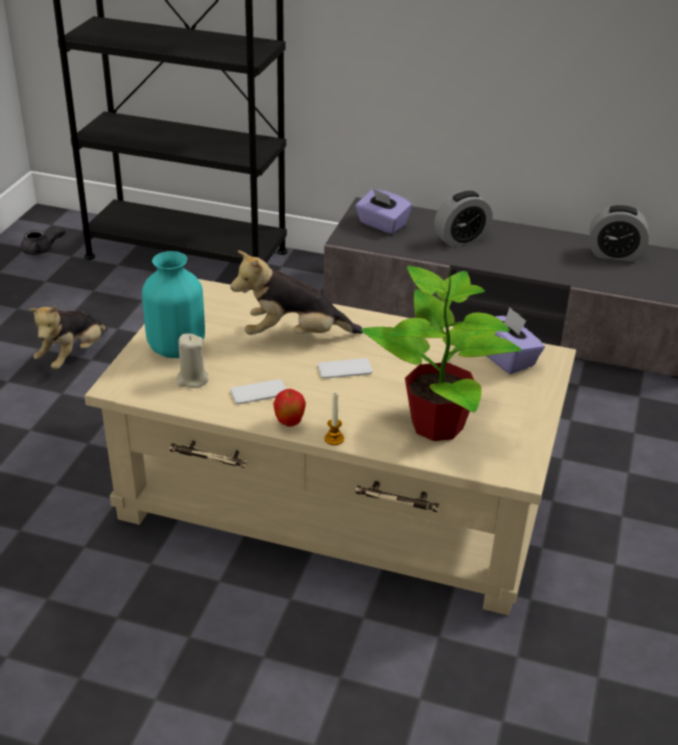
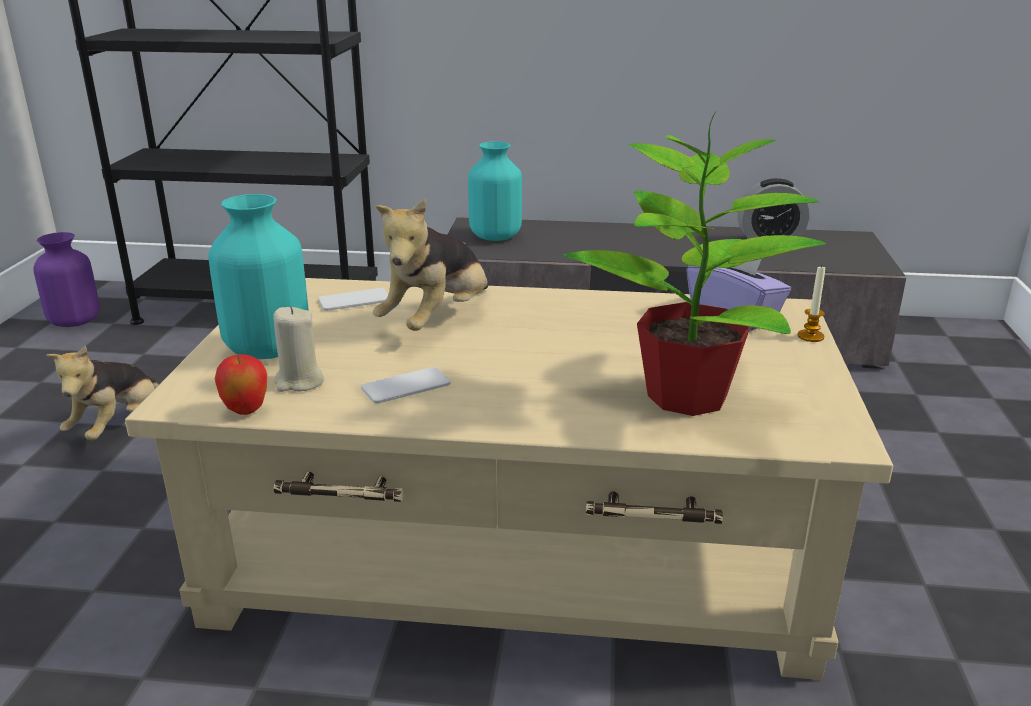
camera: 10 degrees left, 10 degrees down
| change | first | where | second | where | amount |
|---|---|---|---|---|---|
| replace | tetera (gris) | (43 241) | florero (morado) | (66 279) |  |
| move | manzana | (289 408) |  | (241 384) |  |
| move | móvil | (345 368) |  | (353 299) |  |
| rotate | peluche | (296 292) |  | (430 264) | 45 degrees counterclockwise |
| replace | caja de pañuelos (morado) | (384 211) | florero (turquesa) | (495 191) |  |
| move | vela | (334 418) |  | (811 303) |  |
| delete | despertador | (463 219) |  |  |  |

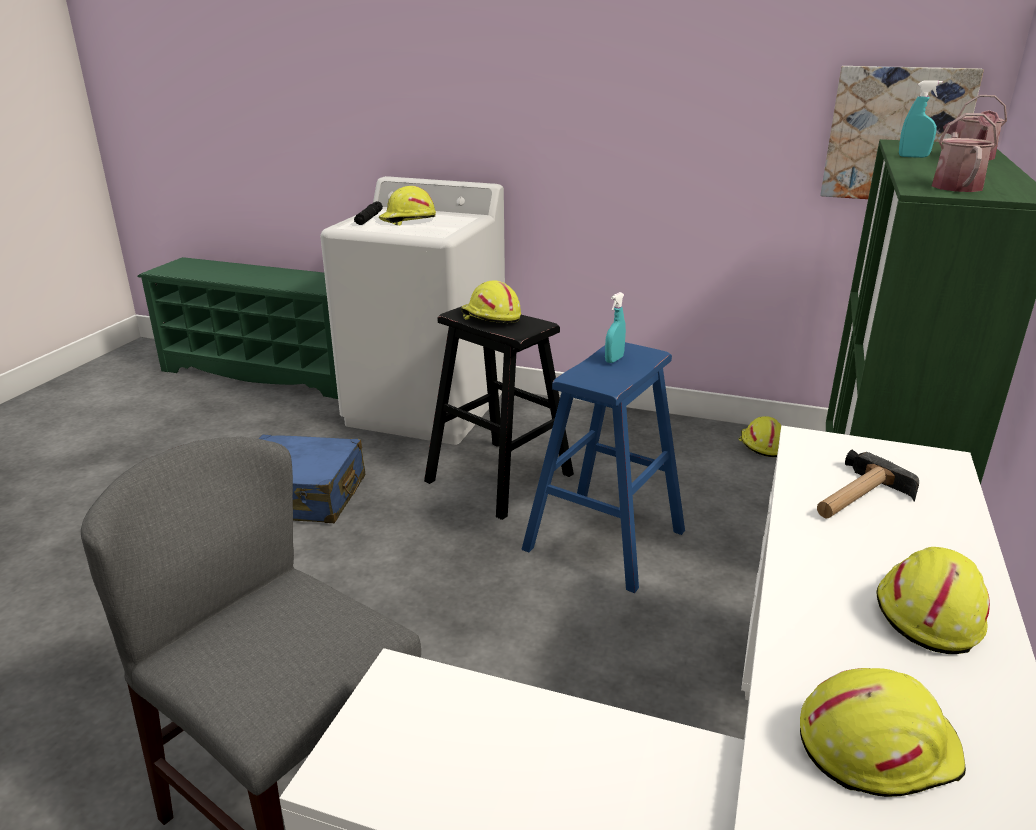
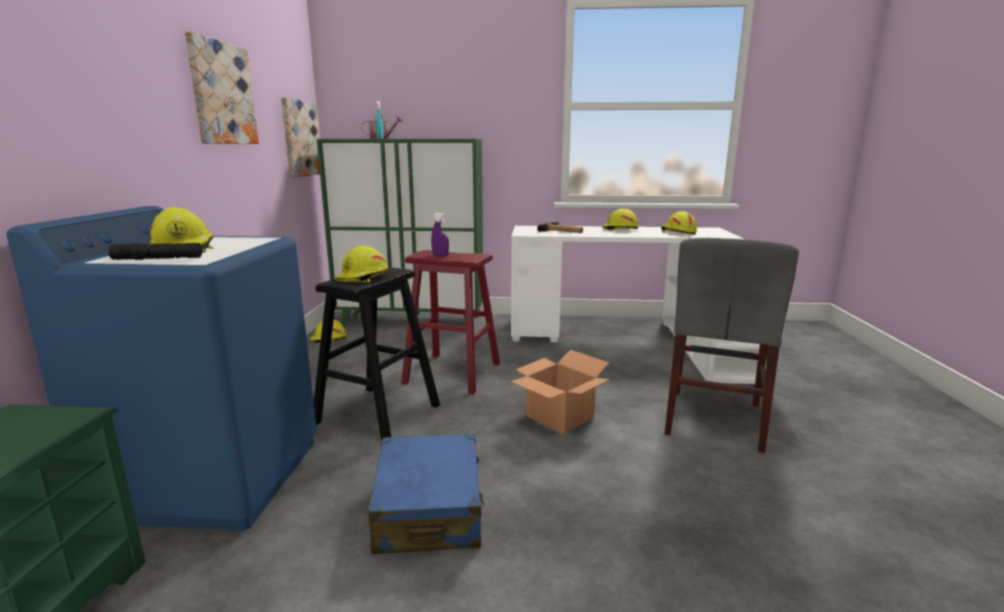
camera: 105 degrees left, 10 degrees down
| change | first | where | second | where | amount |
|---|---|---|---|---|---|
| recolor | lavadora (blanco) | (412 310) | lavadora (azul) | (161 368) |  |
| insert |  |  | cuadro | (222 88) |  |
| recolor | taburete (azul) | (603 467) | taburete (rojo) | (450 322) |  |
| recolor | pulverizador (turquesa) | (615 327) | pulverizador (morado) | (440 234) |  |
| insert |  |  | caja de cartón | (560 392) |  |
| delete | regadera | (965 152) |  |  |  |

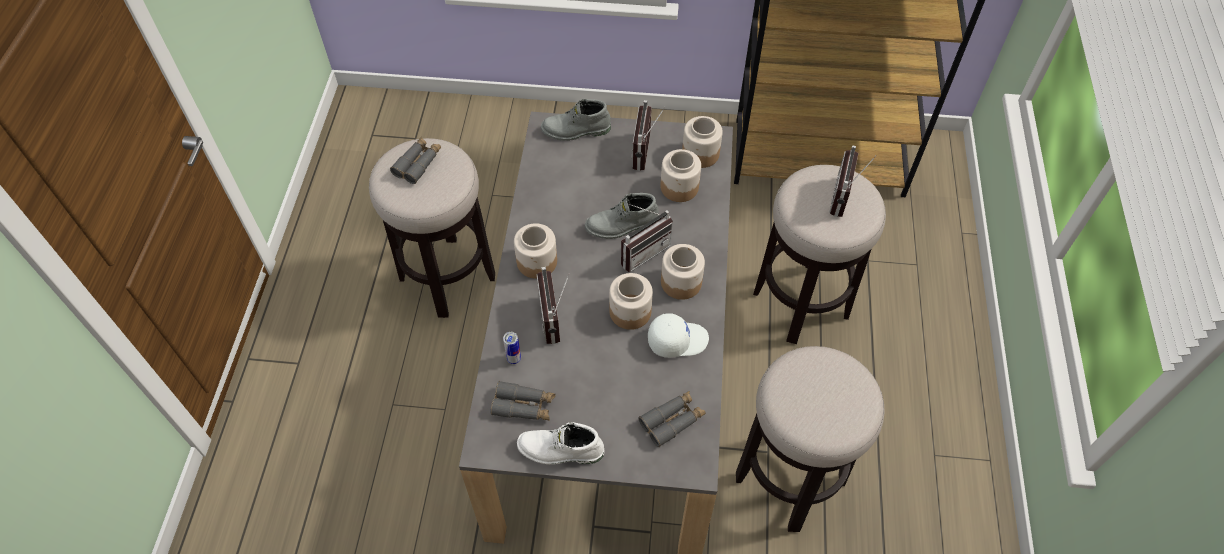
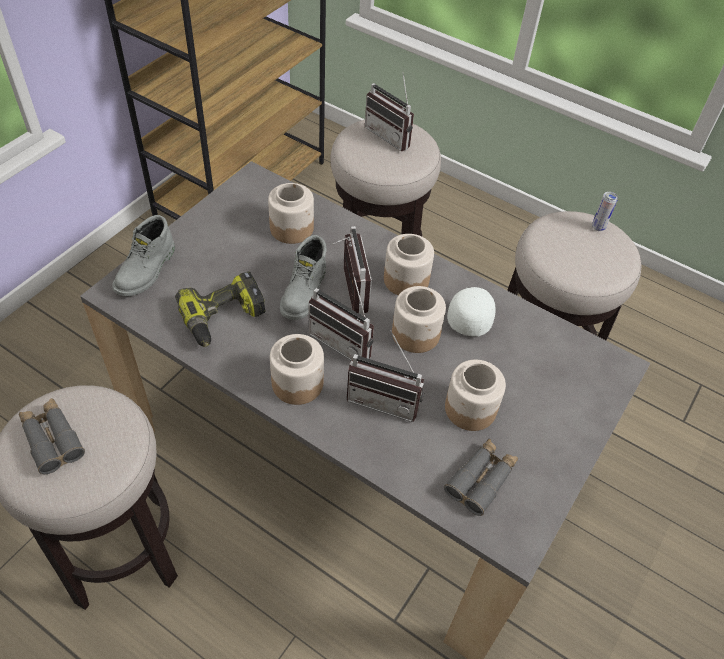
camera: 65 degrees left, 5 degrees down
| change | first | where | second | where | amount |
|---|---|---|---|---|---|
| insert |  |  | taladro | (220 309) |  |
| move | radio | (648 135) |  | (341 317) |  |
| move | tarro | (702 142) |  | (475 395) |  |
| move | lata | (512 348) |  | (605 211) |  |
| delete | bota (blanco) | (560 443) |  |  |  |
| delete | prismáticos (gris) | (672 419) |  |  |  |

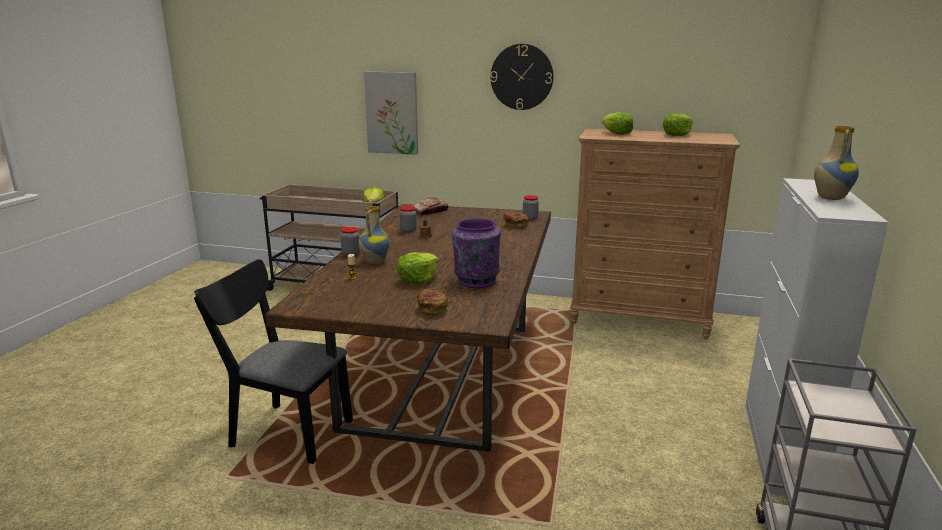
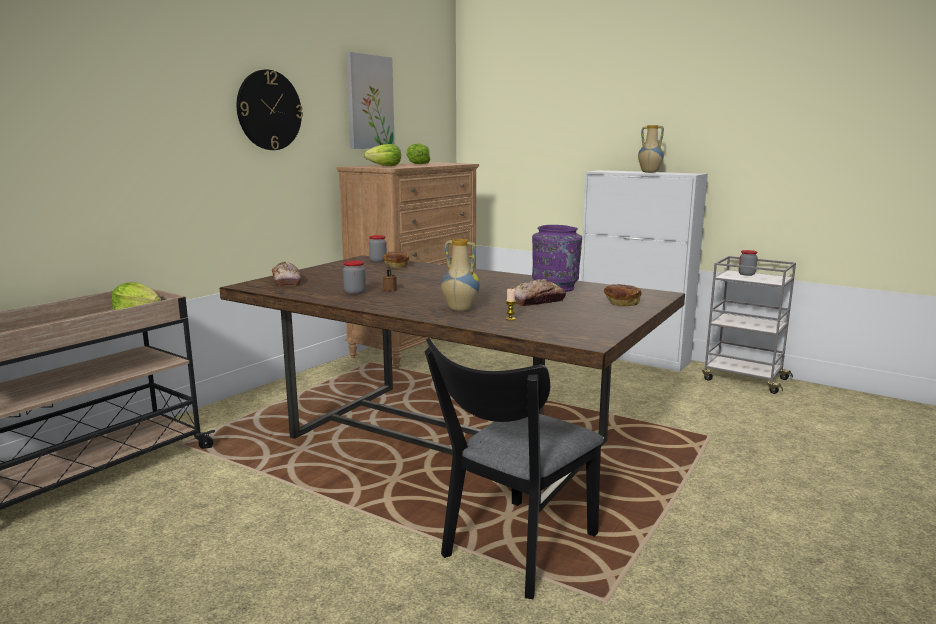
camera: 70 degrees left, 5 degrees down
| change | first | where | second | where | amount |
|---|---|---|---|---|---|
| move | cuadro | (391 113) |  | (370 100) |  |
| replace | lechuga | (418 268) | pan | (540 292) |  |
| move | tarro | (350 242) |  | (748 263) |  |

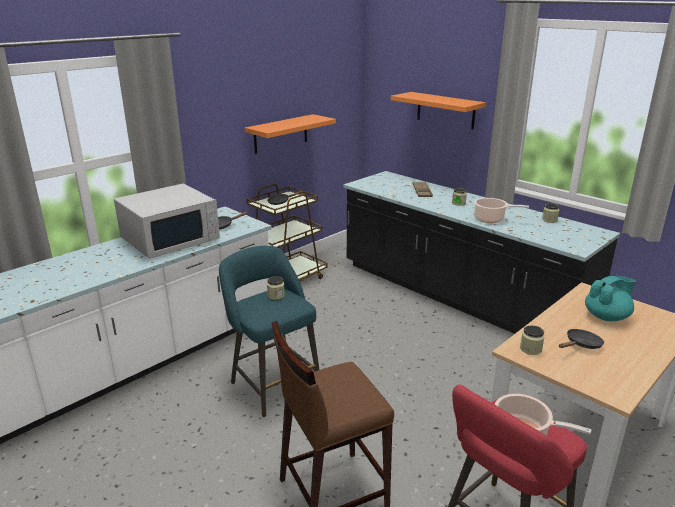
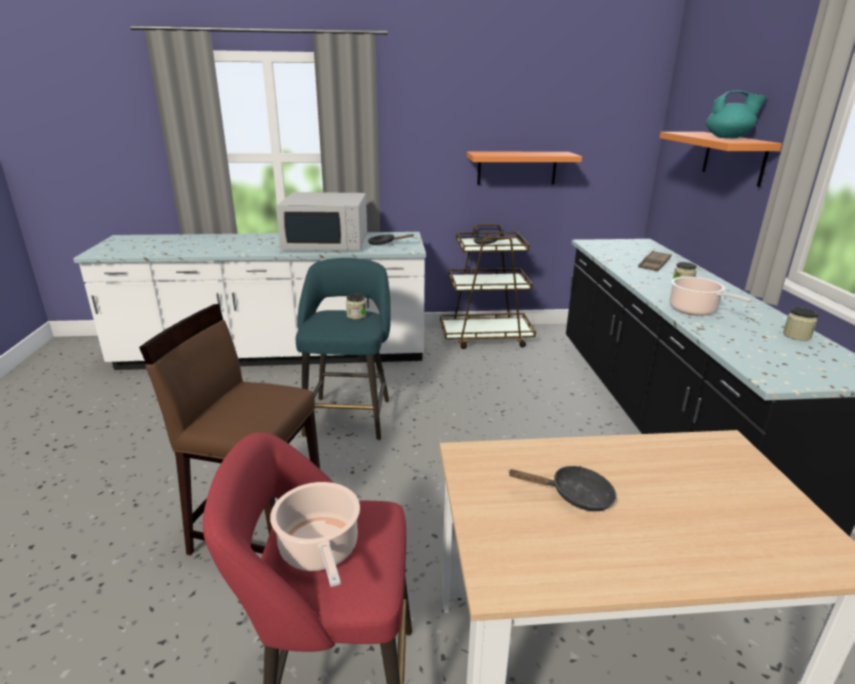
camera: 40 degrees right, 0 degrees up
| change | first | where | second | where | amount |
|---|---|---|---|---|---|
| move | tetera (turquesa) | (610 298) |  | (736 114) |  |
| delete | tarro | (532 340) |  |  |  |

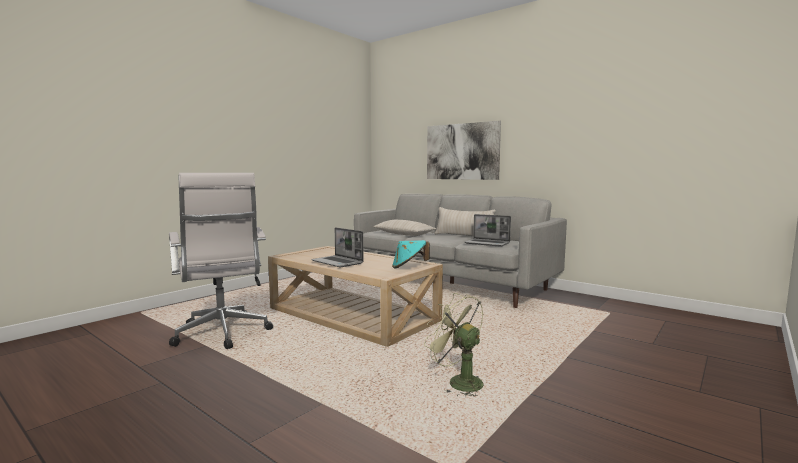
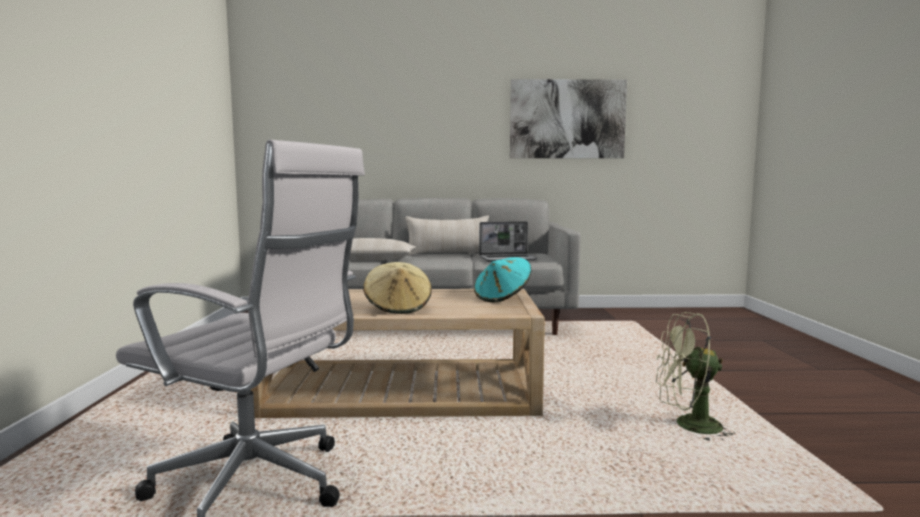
camera: 40 degrees left, 0 degrees up
| change | first | where | second | where | amount |
|---|---|---|---|---|---|
| replace | portátil | (337 247) | sombrero (beis) | (397 288) |  |
| move | cuadro | (464 150) |  | (568 118) |  |

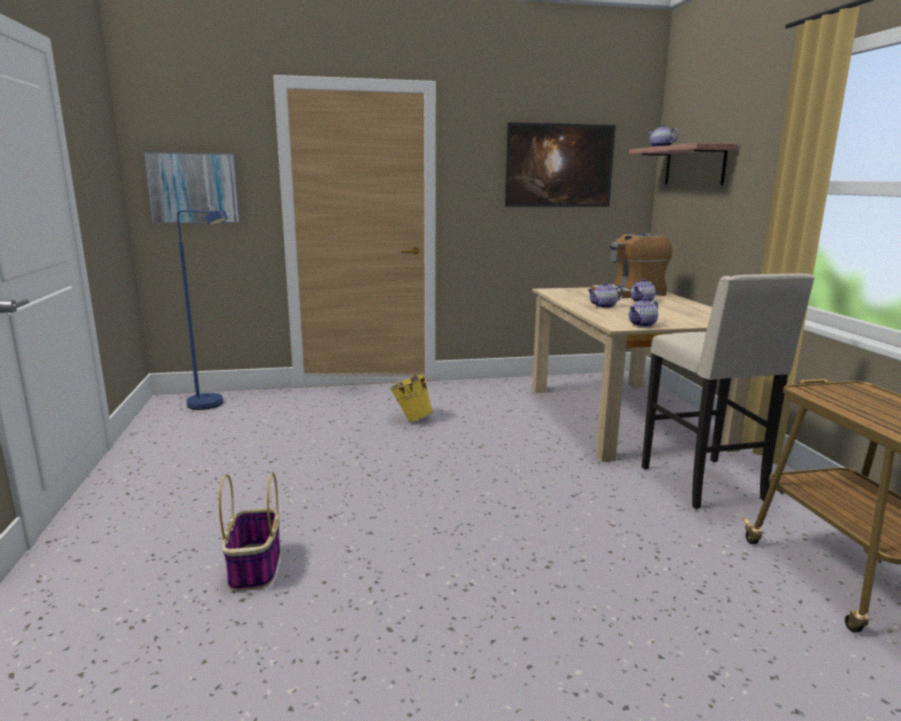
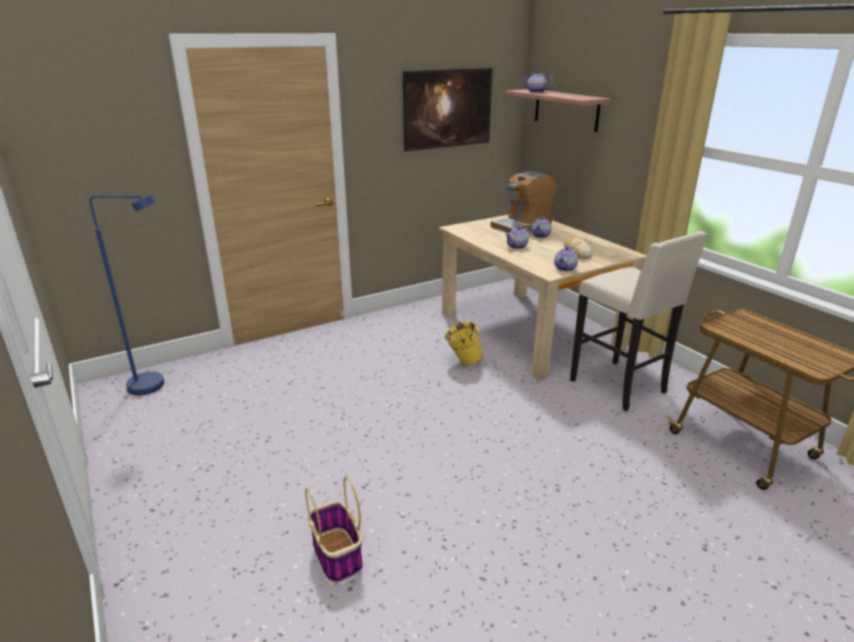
camera: 20 degrees left, 10 degrees up
| change | first | where | second | where | amount |
|---|---|---|---|---|---|
| move | cubo (amarillo) | (411 398) |  | (463 343) |  |
| insert |  |  | pan | (578 248) |  |
| delete | cuadro | (192 188) |  |  |  |

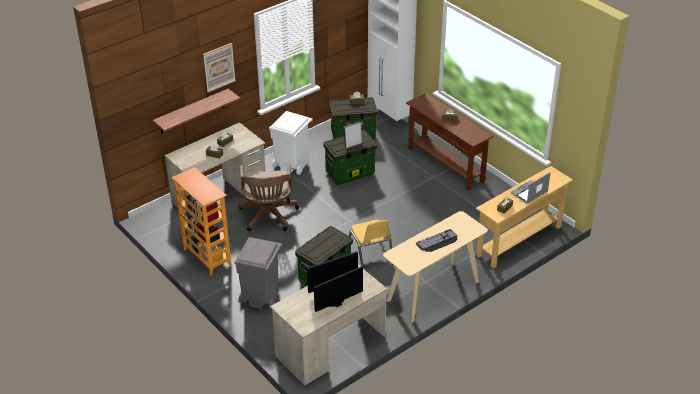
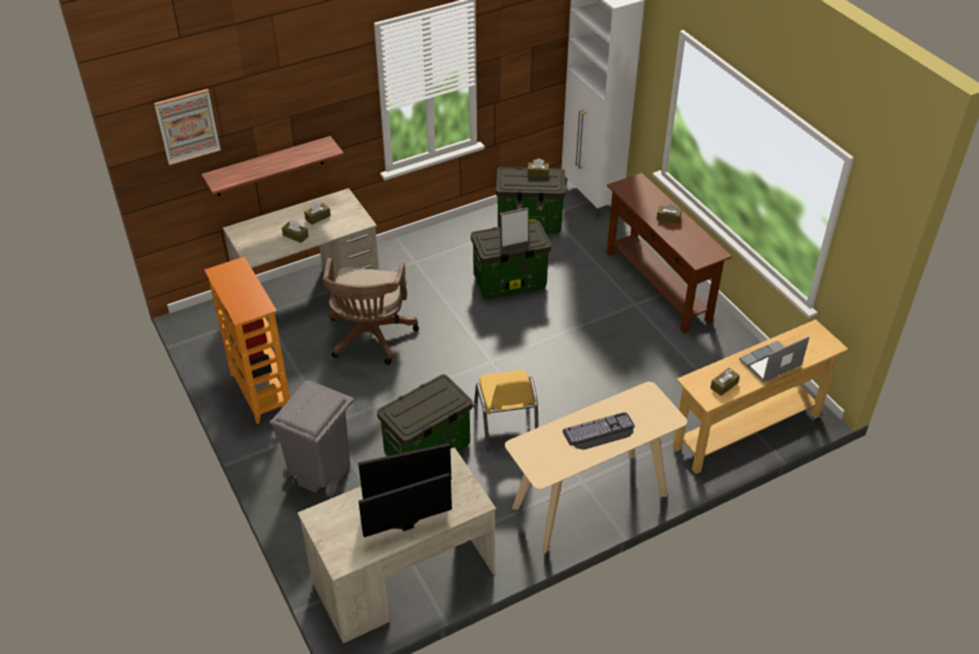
camera: 10 degrees right, 5 degrees up
| change | first | where | second | where | amount |
|---|---|---|---|---|---|
| move | cuadro | (219 67) |  | (187 127) |  |
| delete | papelera (blanco) | (291 143) |  |  |  |

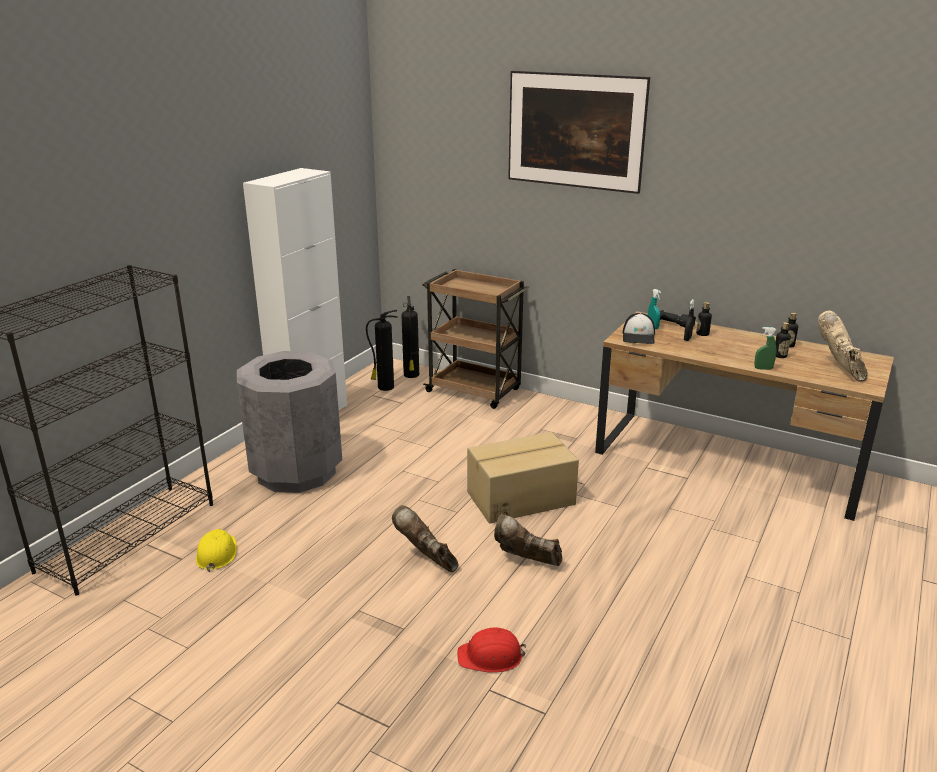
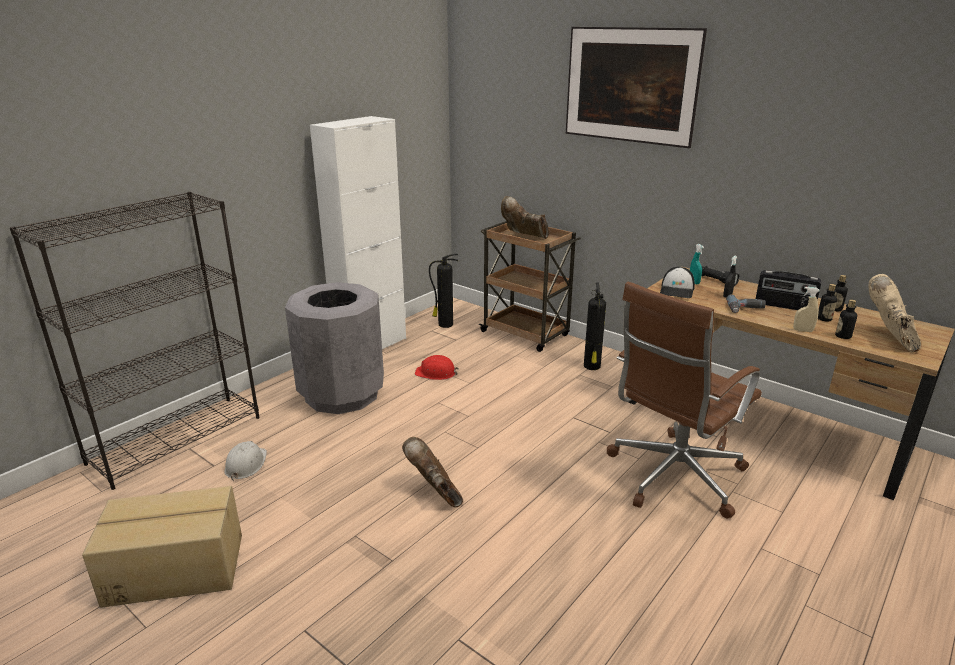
camera: 10 degrees right, 0 degrees up
| change | first | where | second | where | amount |
|---|---|---|---|---|---|
| move | caja de cartón | (523 478) |  | (162 547) |  |
| recolor | casco (amarillo) | (216 550) | casco (blanco) | (246 461) |  |
| move | casco (rojo) | (491 650) |  | (437 367) |  |
| move | bota (marrón) | (528 540) |  | (525 217) |  |
| move | extintor | (410 337) |  | (595 326) |  |
| insert |  |  | silla de oficina (marrón) | (684 400) |  |
| insert |  |  | taladro | (746 303) |  |
| insert |  |  | radio | (788 290) |  |
| recolor | pulverizador (verde) | (765 348) | pulverizador (beis) | (806 309) |  |
| move | botella | (704 319) |  | (846 319) |  |

